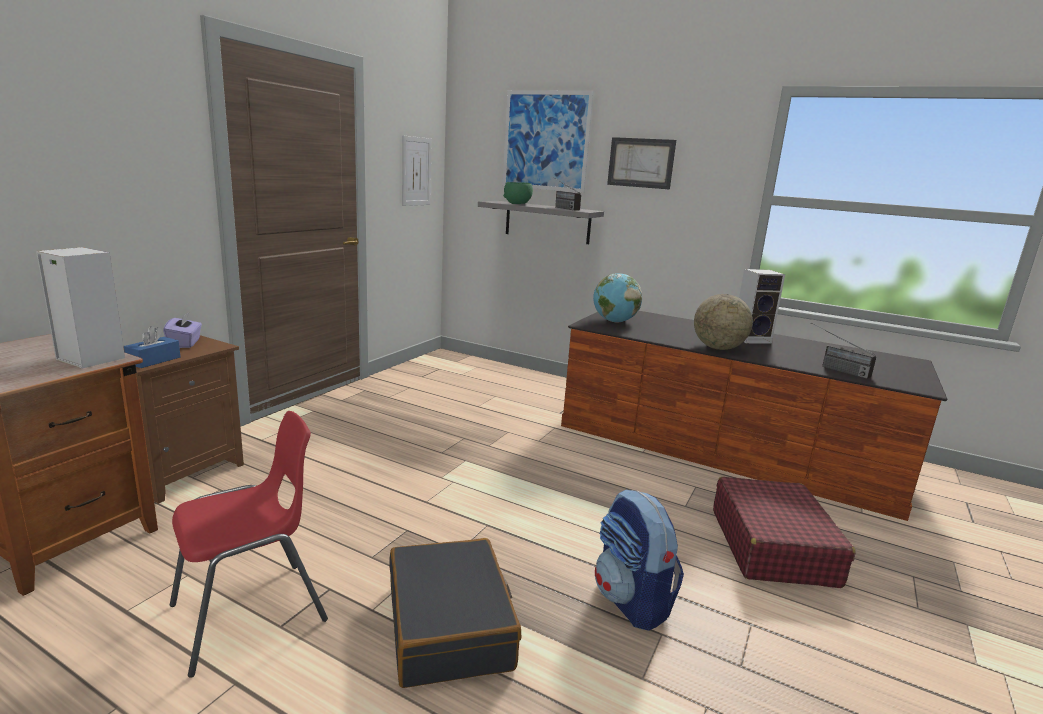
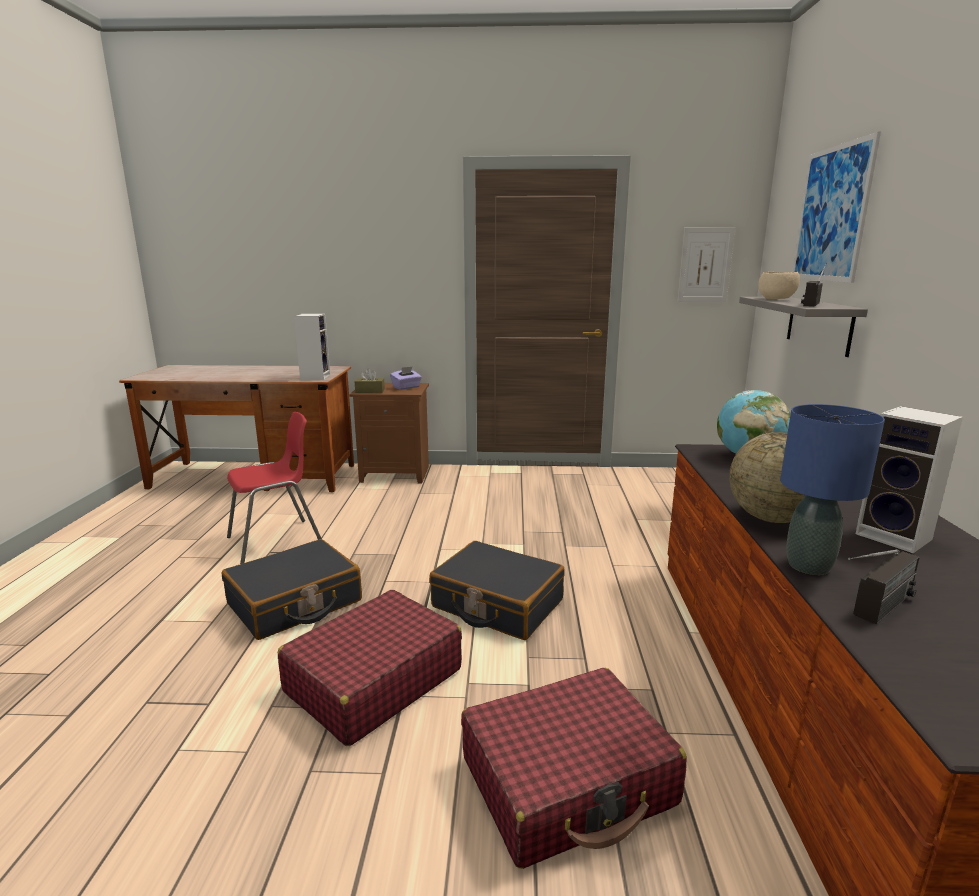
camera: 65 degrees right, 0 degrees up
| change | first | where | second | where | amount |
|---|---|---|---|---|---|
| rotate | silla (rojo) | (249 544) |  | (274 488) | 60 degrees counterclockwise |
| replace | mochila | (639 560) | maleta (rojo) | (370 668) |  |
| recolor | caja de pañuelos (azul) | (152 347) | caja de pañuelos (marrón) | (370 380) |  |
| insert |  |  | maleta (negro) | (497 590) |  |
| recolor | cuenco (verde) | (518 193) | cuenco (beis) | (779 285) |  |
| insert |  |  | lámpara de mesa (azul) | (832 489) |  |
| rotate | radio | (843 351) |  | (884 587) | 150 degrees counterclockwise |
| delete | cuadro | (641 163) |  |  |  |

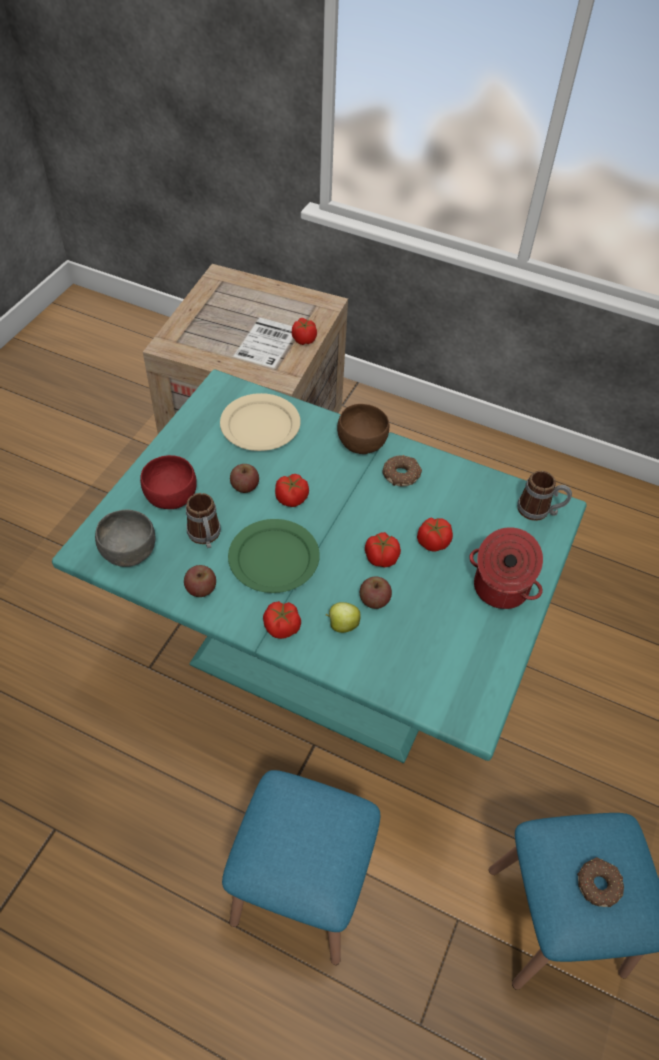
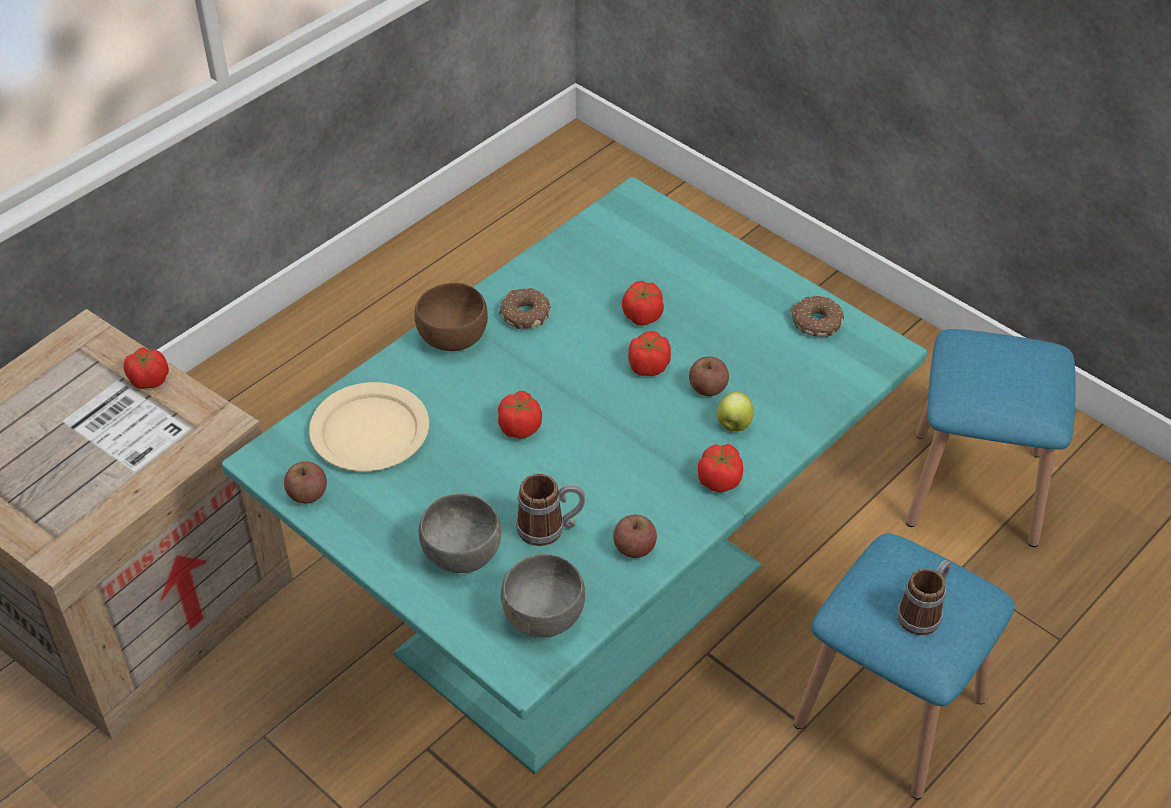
camera: 70 degrees left, 5 degrees down
| change | first | where | second | where | amount |
|---|---|---|---|---|---|
| move | manzana | (244 478) |  | (305 482) |  |
| recolor | cuenco (rojo) | (168 482) | cuenco (gris) | (460 533) |  |
| move | rosquilla | (600 882) |  | (817 316) |  |
| move | taza grande | (544 496) |  | (924 597) |  |
| delete | plato (verde) | (274 556) |  |  |  |
| delete | olla | (506 568) |  |  |  |

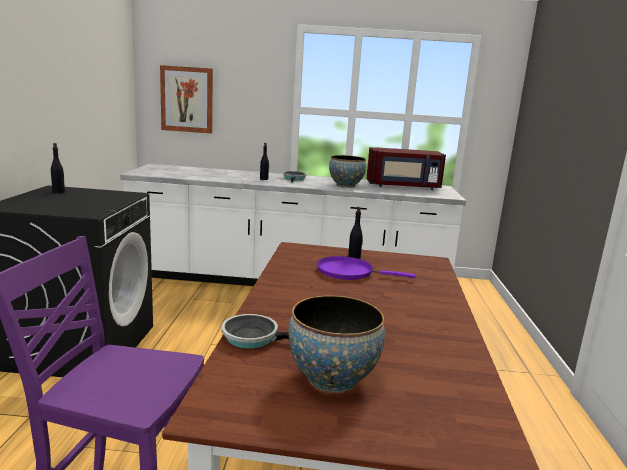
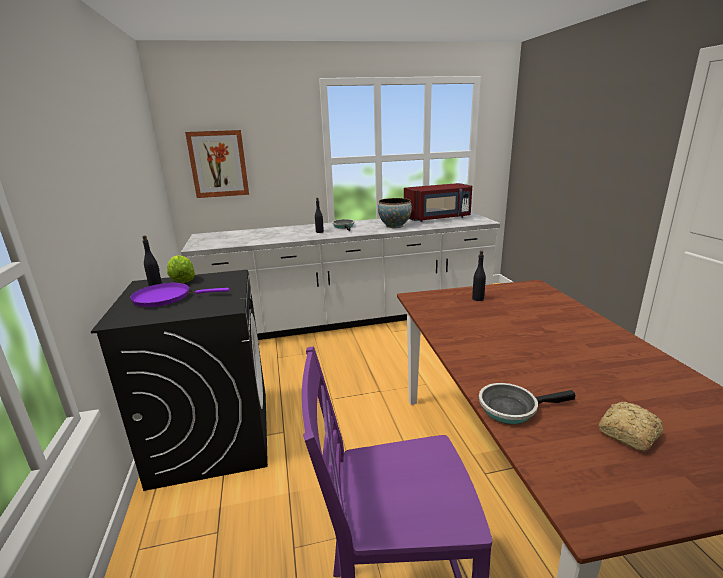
camera: 15 degrees left, 5 degrees up
| change | first | where | second | where | amount |
|---|---|---|---|---|---|
| move | sartén (morado) | (366 268) |  | (180 295) |  |
| insert |  |  | lechuga | (181 269) |  |
| replace | cuenco | (336 344) | pan | (631 427) |  |

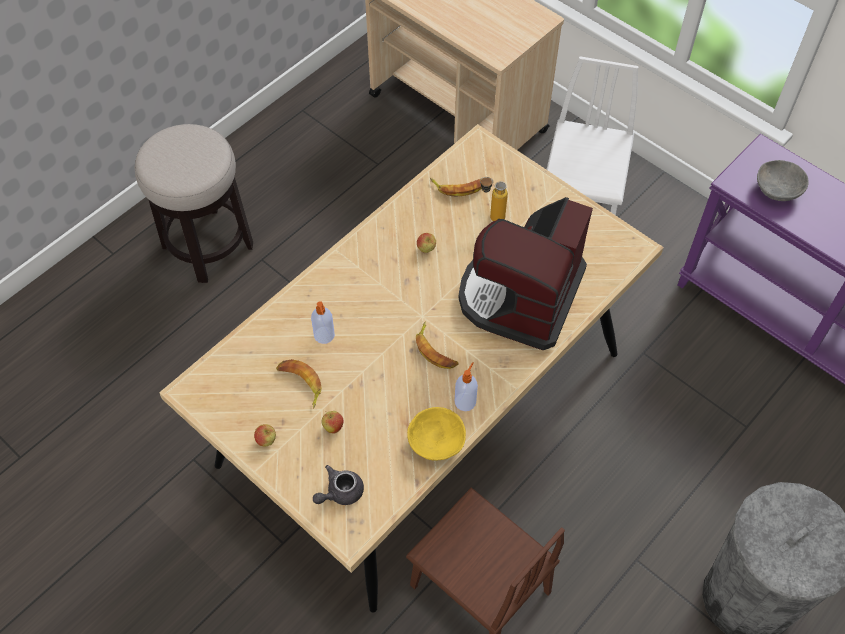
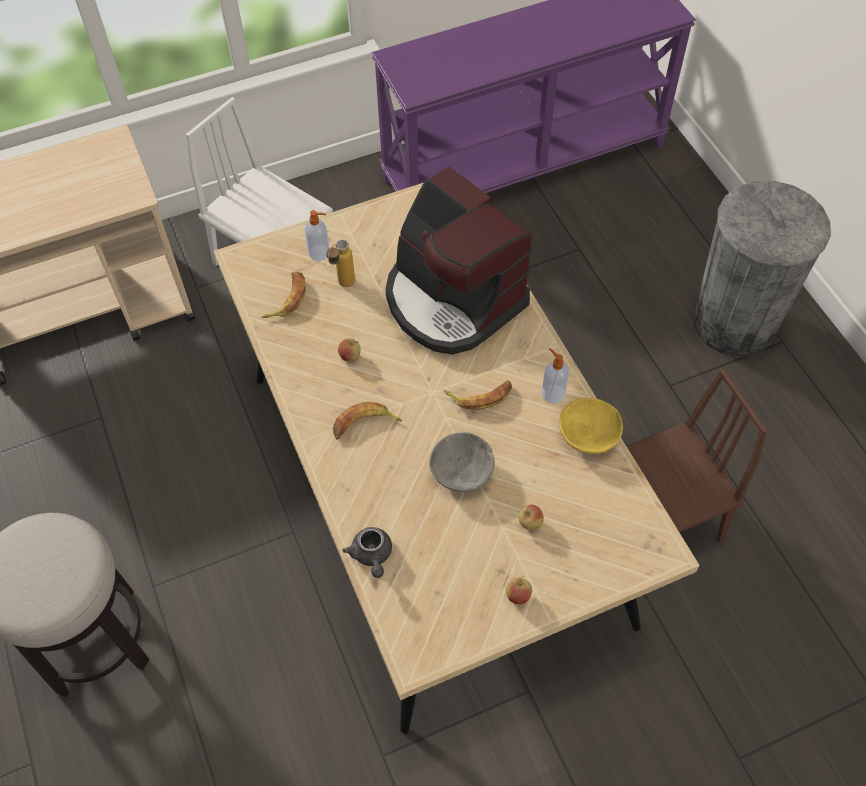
camera: 65 degrees left, 0 degrees up
| change | first | where | second | where | amount |
|---|---|---|---|---|---|
| move | dispensador de jabón | (323 322) |  | (317 235) |  |
| move | plátano | (299 384) |  | (367 421) |  |
| move | tetera (gris) | (338 485) |  | (367 552) |  |
| move | cuenco (gris) | (783 180) |  | (462 462) |  |

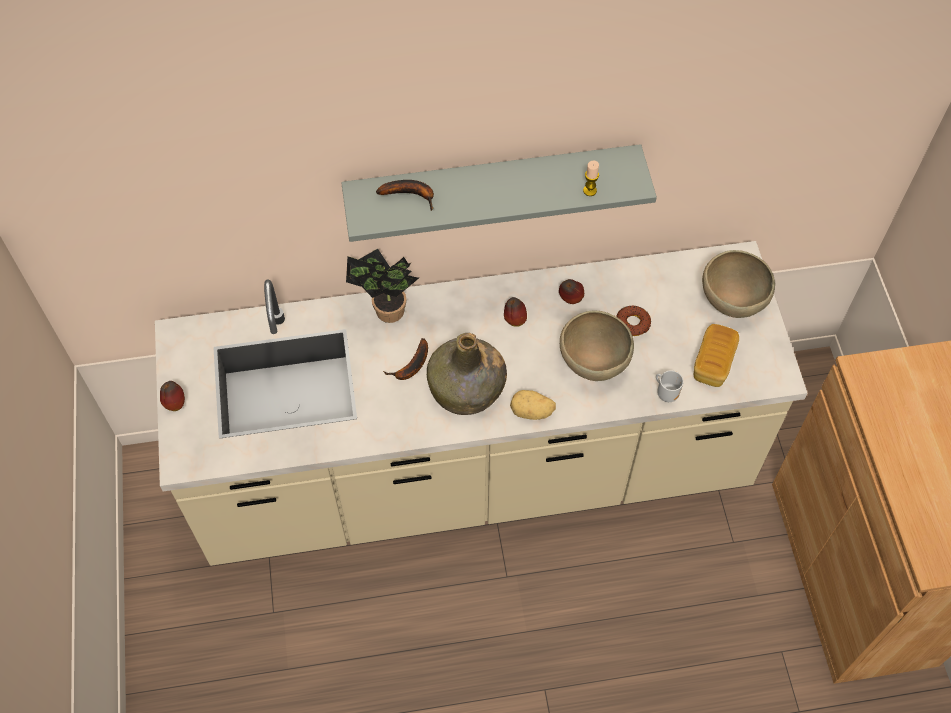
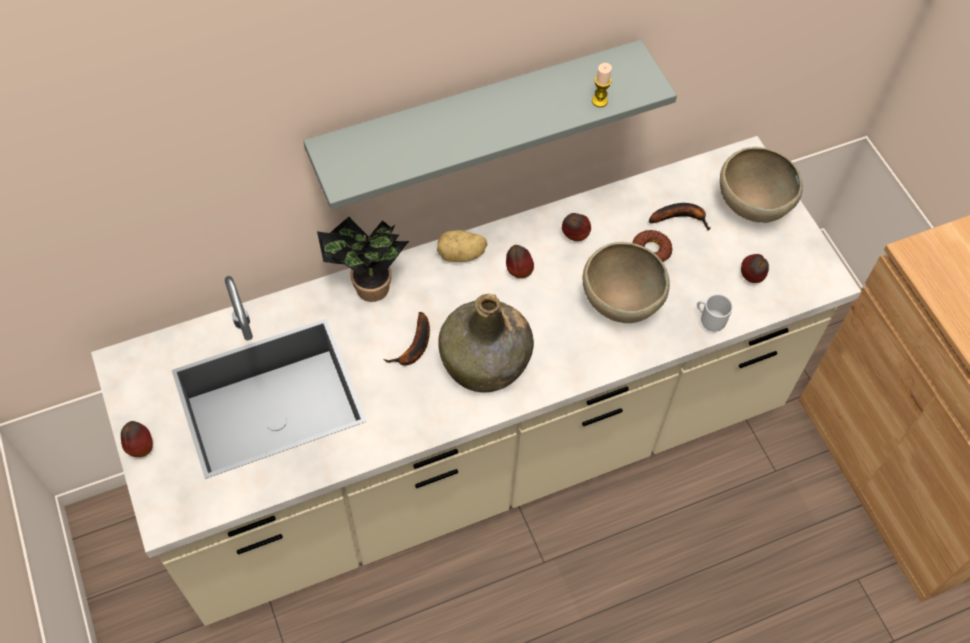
camera: 15 degrees left, 0 degrees up
| change | first | where | second | where | amount |
|---|---|---|---|---|---|
| move | patata | (533 405) |  | (462 246) |  |
| move | plátano | (405 195) |  | (680 216) |  |
| replace | pan | (716 355) | manzana | (755 268) |  |

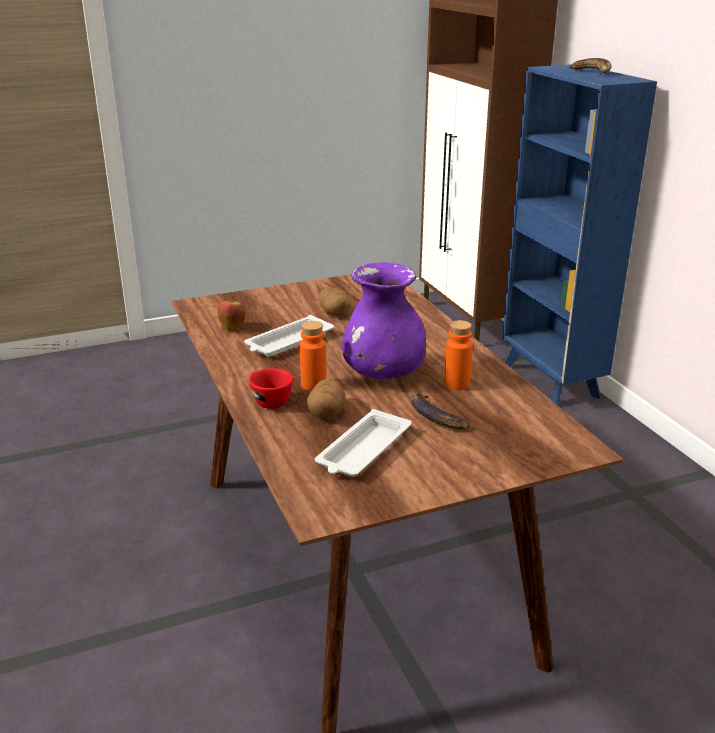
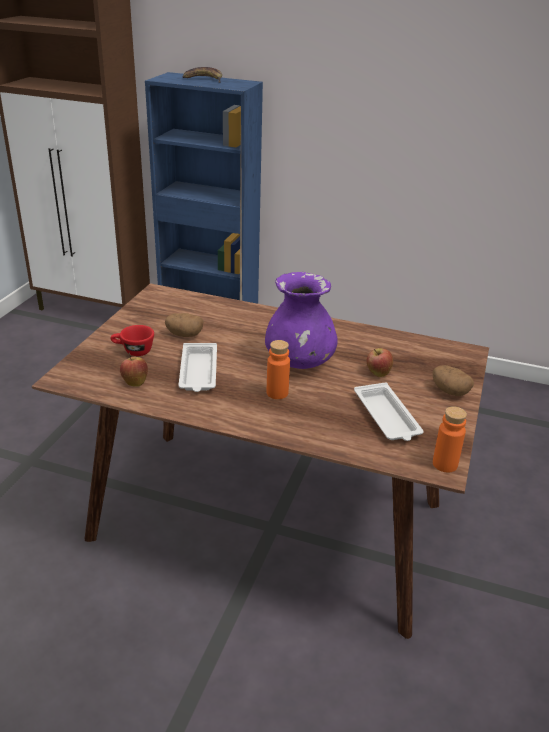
camera: 50 degrees left, 5 degrees up
| change | first | where | second | where | amount |
|---|---|---|---|---|---|
| move | taza (rojo) | (271 388) |  | (132 340) |  |
| replace | plátano | (440 411) | manzana | (379 362) |  |
| move | patata | (326 398) |  | (453 380) |  |
| move | botella (naranja) | (458 355) |  | (450 439) |  |

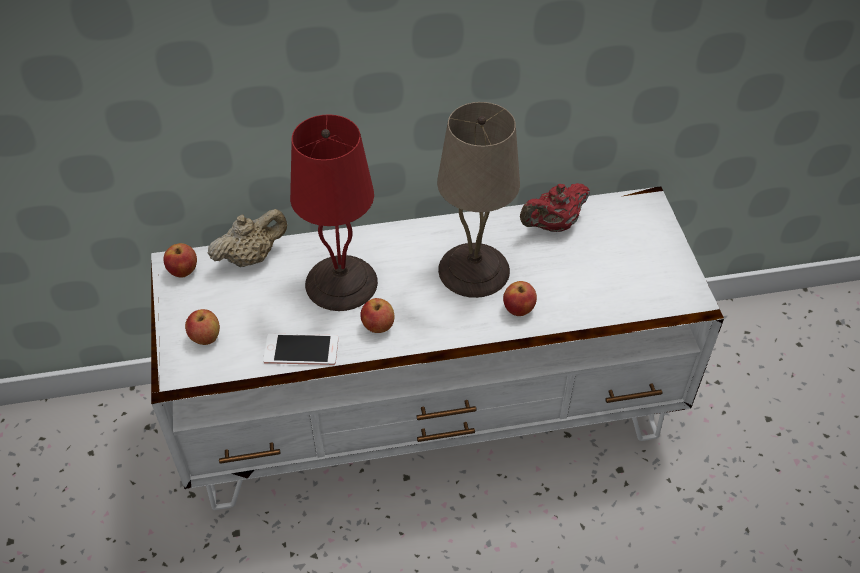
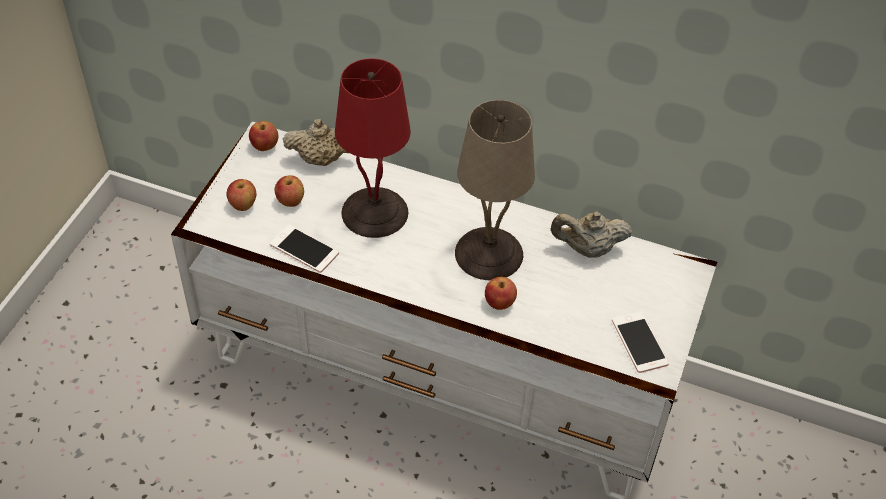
camera: 30 degrees right, 0 degrees up
| change | first | where | second | where | amount |
|---|---|---|---|---|---|
| move | manzana | (377 315) |  | (289 191) |  |
| recolor | tetera (rojo) | (555 207) | tetera (beis) | (591 234) |  |
| insert |  |  | móvil | (640 342) |  |

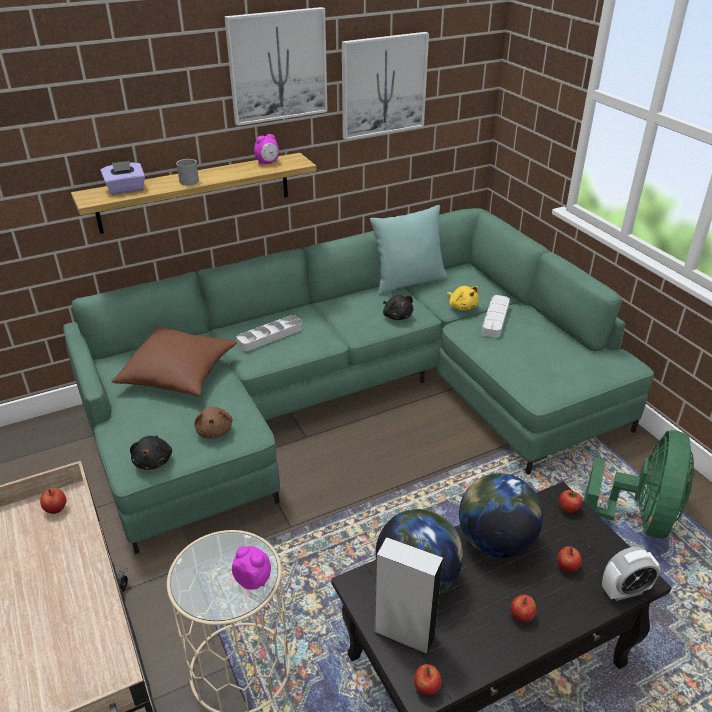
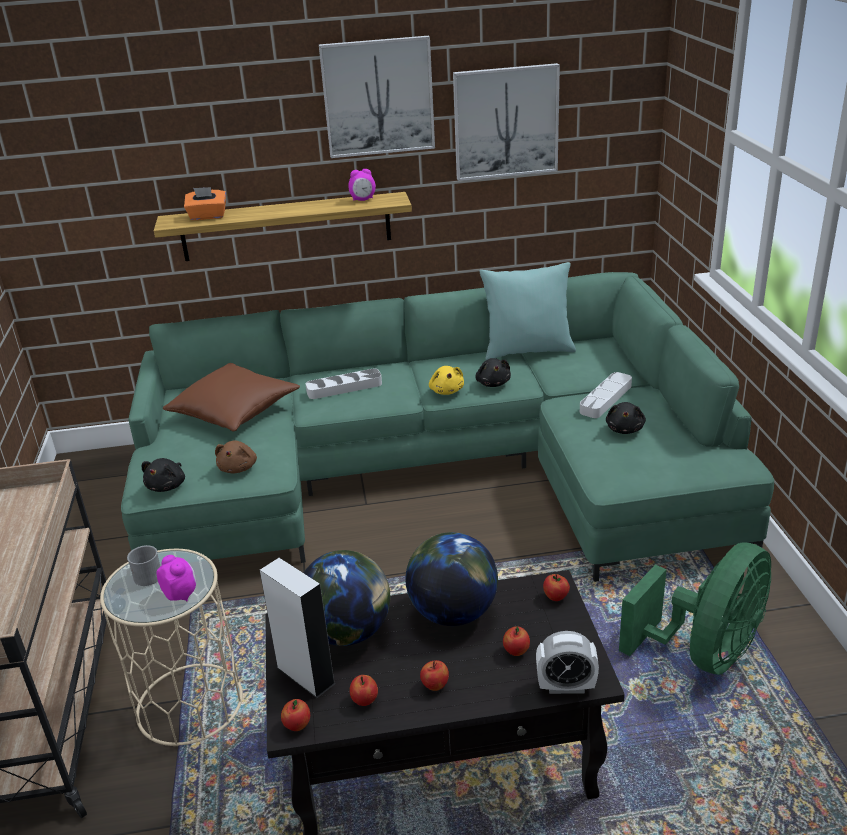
camera: 20 degrees right, 5 degrees down
| change | first | where | second | where | amount |
|---|---|---|---|---|---|
| move | taza grande (gris) | (187 172) |  | (143 565) |  |
| recolor | caja de pañuelos (morado) | (122 178) | caja de pañuelos (naranja) | (205 203) |  |
| move | manzana | (53 501) |  | (363 690) |  |
| move | peluche (amarillo) | (463 298) |  | (446 380) |  |
| insert |  |  | peluche (negro) | (626 418) |  |

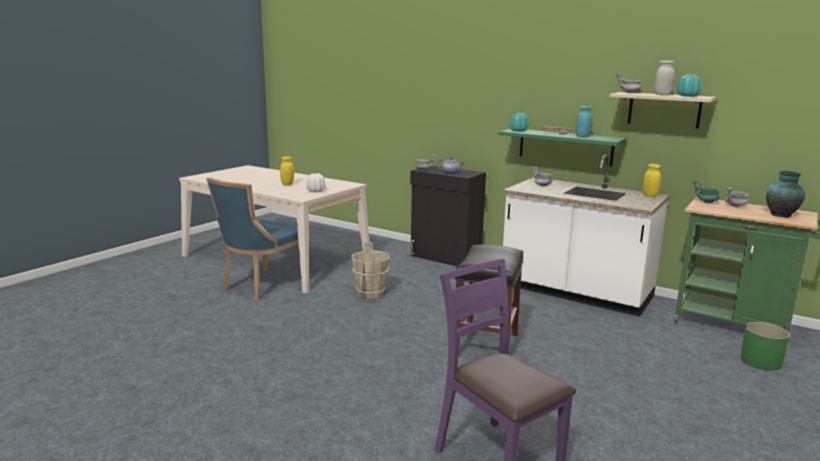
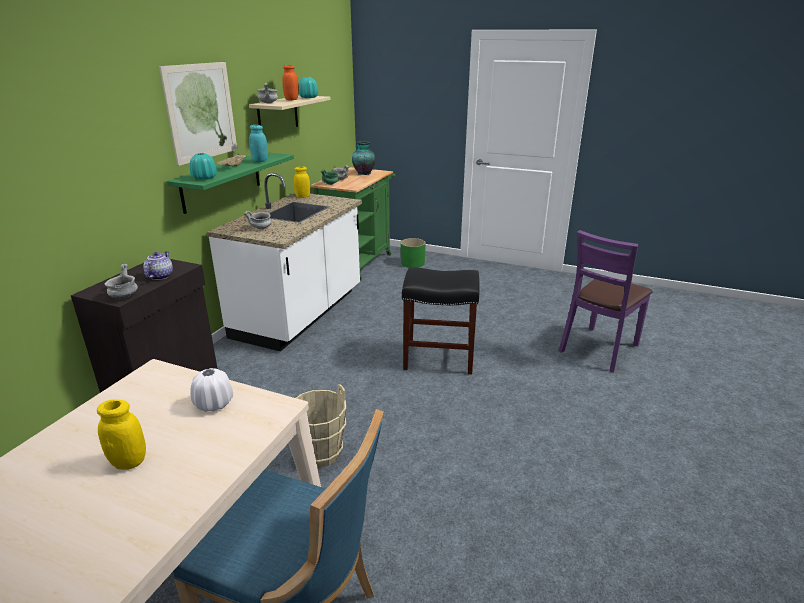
camera: 100 degrees left, 10 degrees up
| change | first | where | second | where | amount |
|---|---|---|---|---|---|
| insert |  |  | cuadro | (198 114) |  |
| recolor | tarro (blanco) | (664 77) | tarro (naranja) | (290 82) |  |

